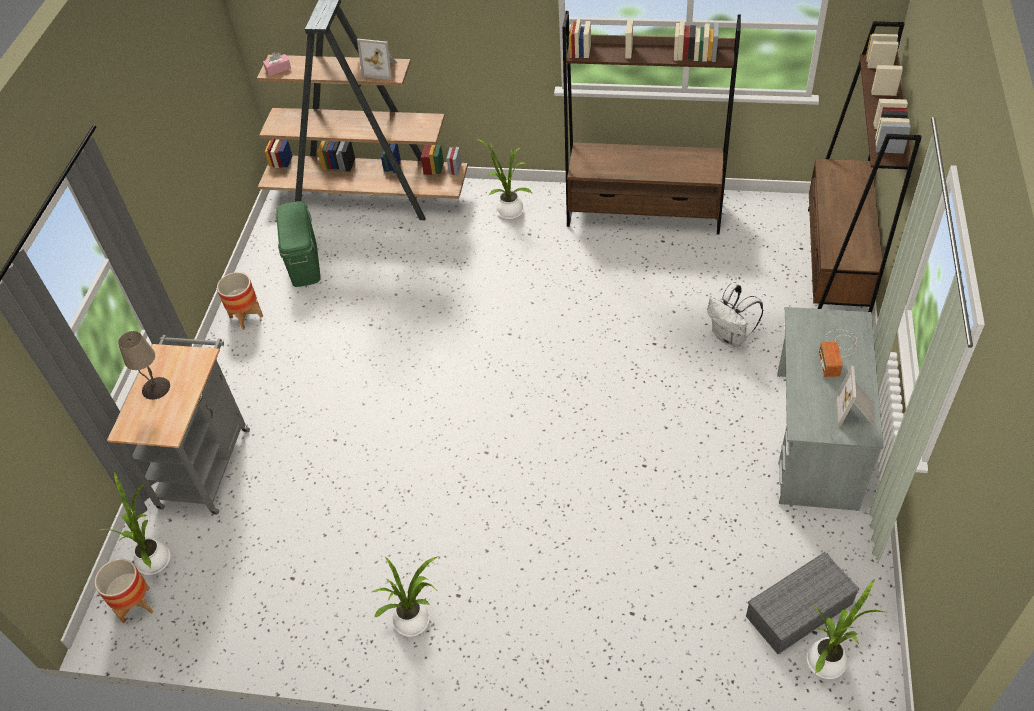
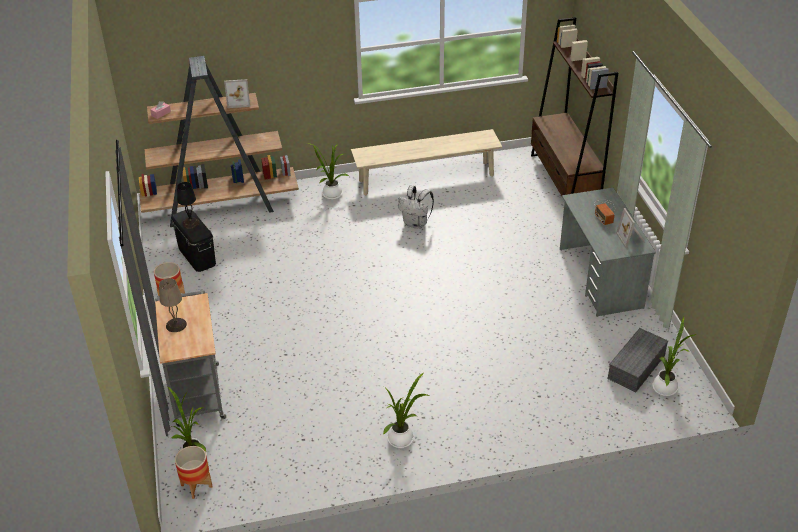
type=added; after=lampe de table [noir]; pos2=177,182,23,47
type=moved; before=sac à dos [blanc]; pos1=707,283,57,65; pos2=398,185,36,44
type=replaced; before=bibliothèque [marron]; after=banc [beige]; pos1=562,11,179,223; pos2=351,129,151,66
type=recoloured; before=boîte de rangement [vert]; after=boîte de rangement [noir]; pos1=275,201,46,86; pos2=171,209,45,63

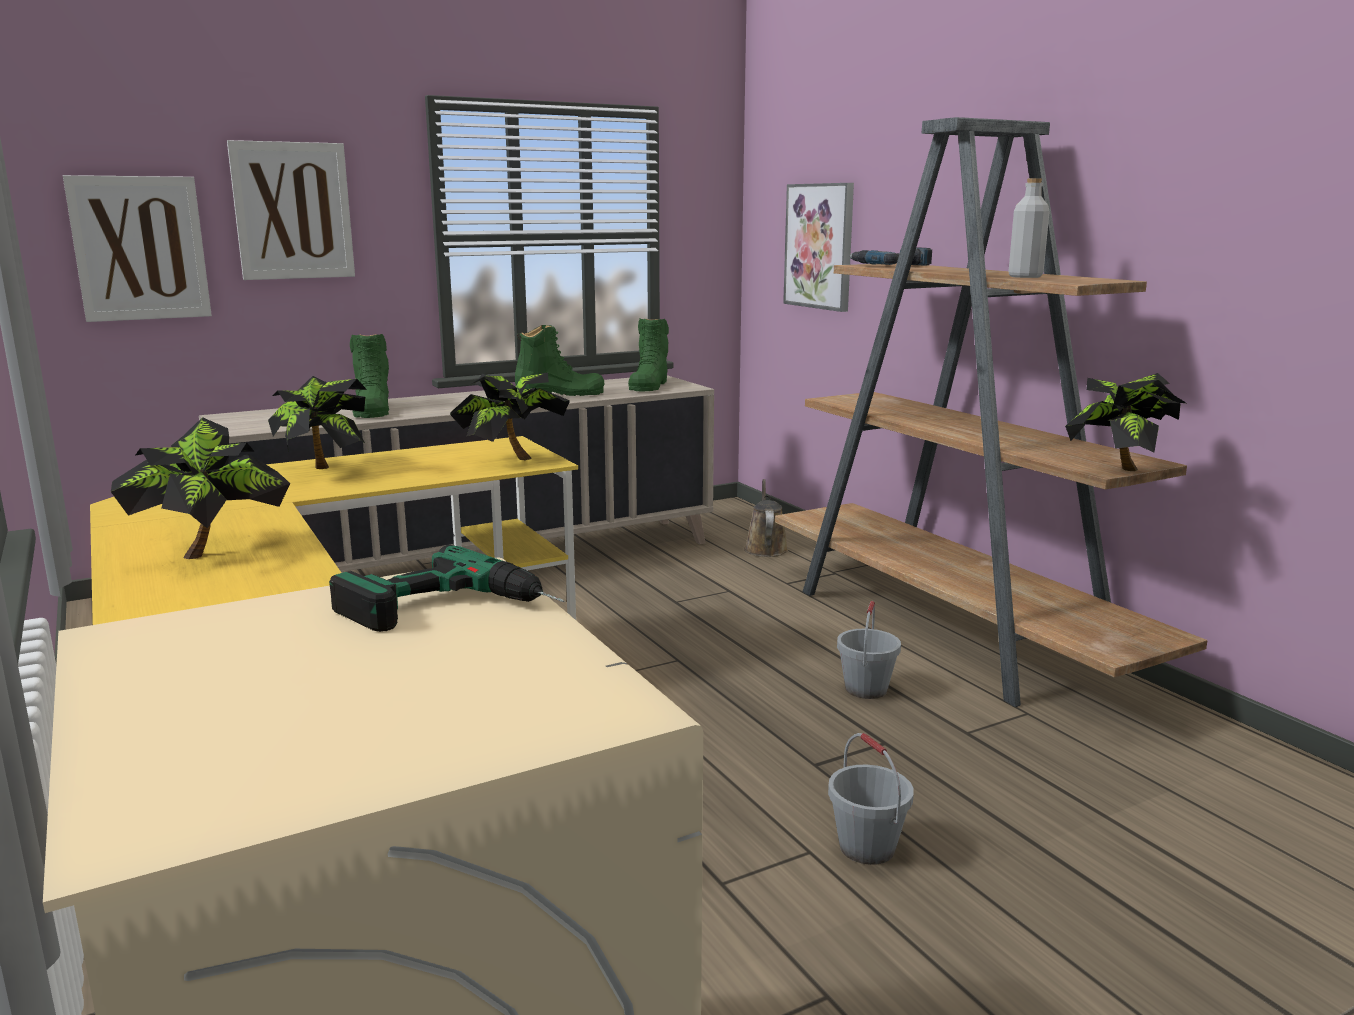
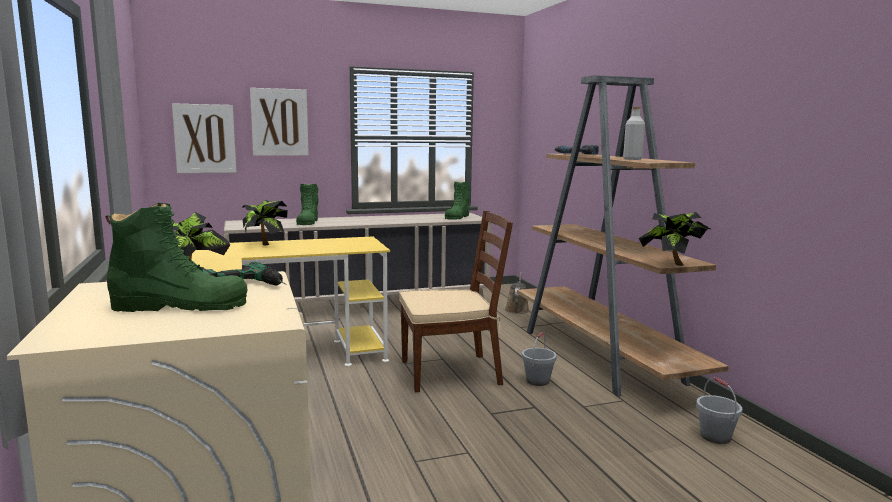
type=removed; before=plante en pot; pos1=450,373,120,87
type=removed; before=tableau; pos1=783,183,71,129
type=added; after=chaise [marron]; pos2=399,211,114,181
type=moved; before=botte [vert]; pos1=515,325,90,71; pos2=106,203,142,109
type=moved; before=seau [gris]; pos1=828,733,86,132; pos2=696,377,46,67

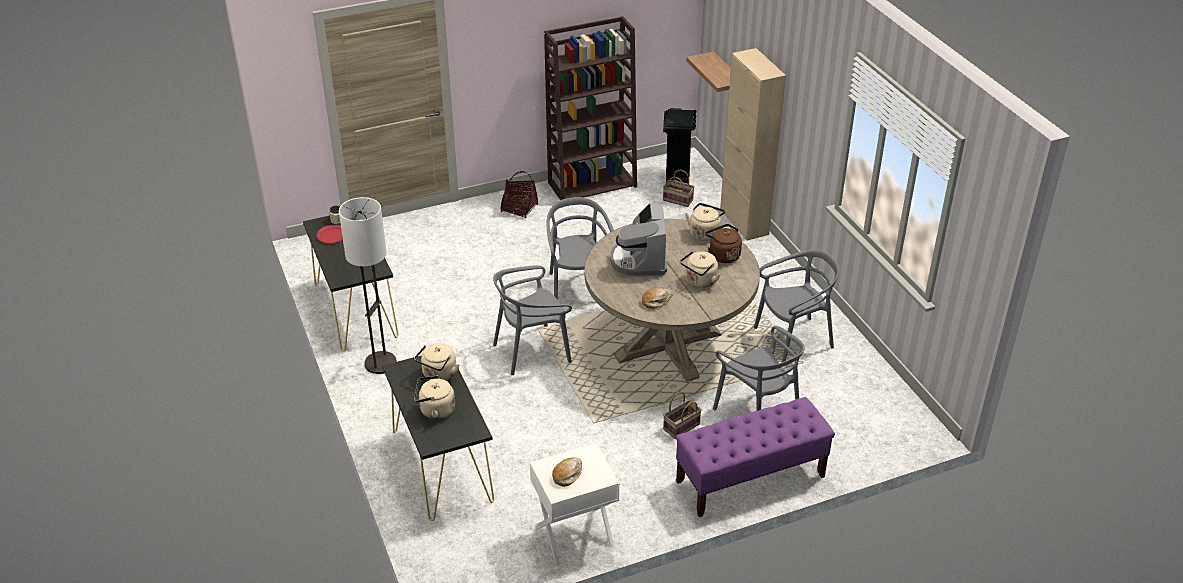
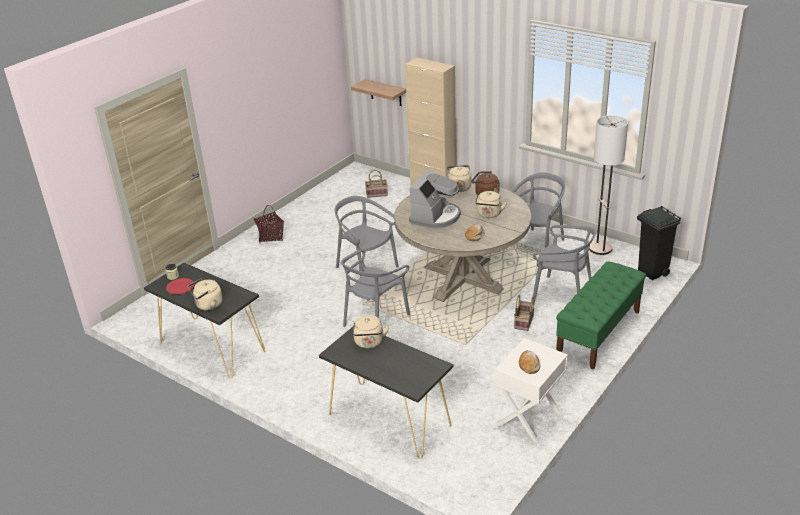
type=removed; before=bibliothèque [marron]; pos1=544,16,93,184
type=moved; before=lampadaire; pos1=339,197,58,177; pos2=589,115,39,140
type=moved; before=bouilloire [beige]; pos1=414,376,41,43; pos2=188,278,35,32
type=moved; before=poubelle [noir]; pos1=663,108,33,75; pos2=637,206,44,74
type=recoloured; before=banc [violet]; after=banc [vert]; pos1=676,397,159,120; pos2=556,261,90,109
type=turned; before=machine à café; pos1=610,203,57,74; pos2=409,170,52,59; turn=-120

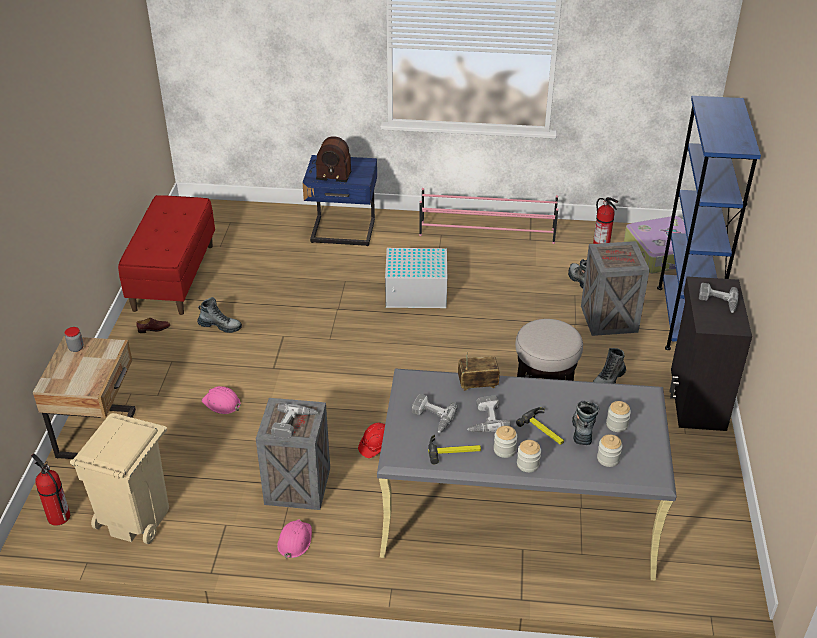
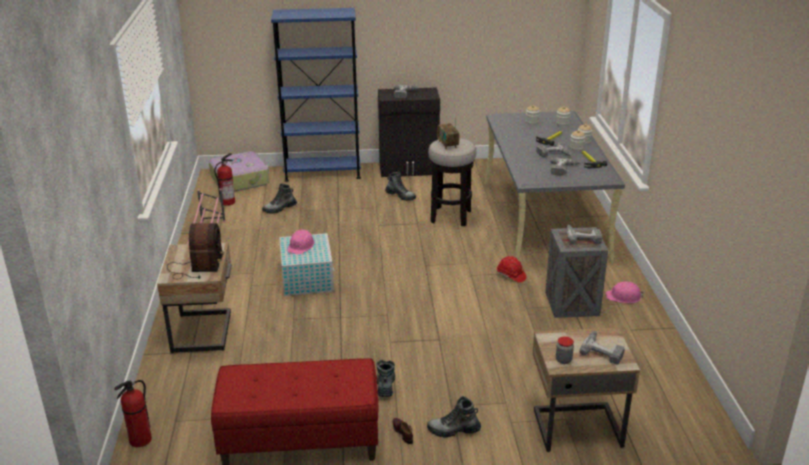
type=removed; before=poubelle [beige]; pos1=70,413,99,131
type=removed; before=caisse; pos1=581,241,69,95
type=added; after=perceuse; pos2=580,331,45,34
type=moved; before=extincteur; pos1=31,454,39,72; pos2=114,380,38,67
type=moved; before=casque de chantier [rose]; pos1=202,386,39,28; pos2=287,229,28,25
type=moved; before=radio; pos1=458,352,42,39; pos2=437,117,22,32
type=moved; before=botte; pos1=572,401,27,44; pos2=427,396,54,41
type=recoloured; before=table de chevet [bleu]; after=table de chevet [beige]; pos1=302,155,75,91; pos2=157,242,75,111

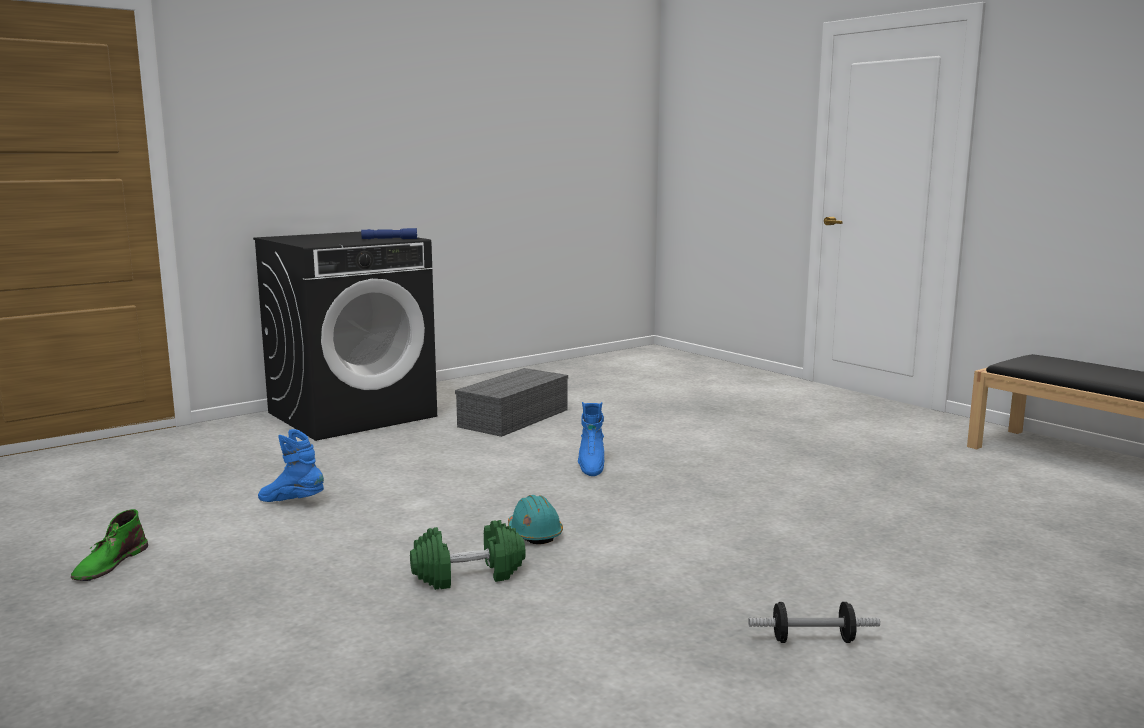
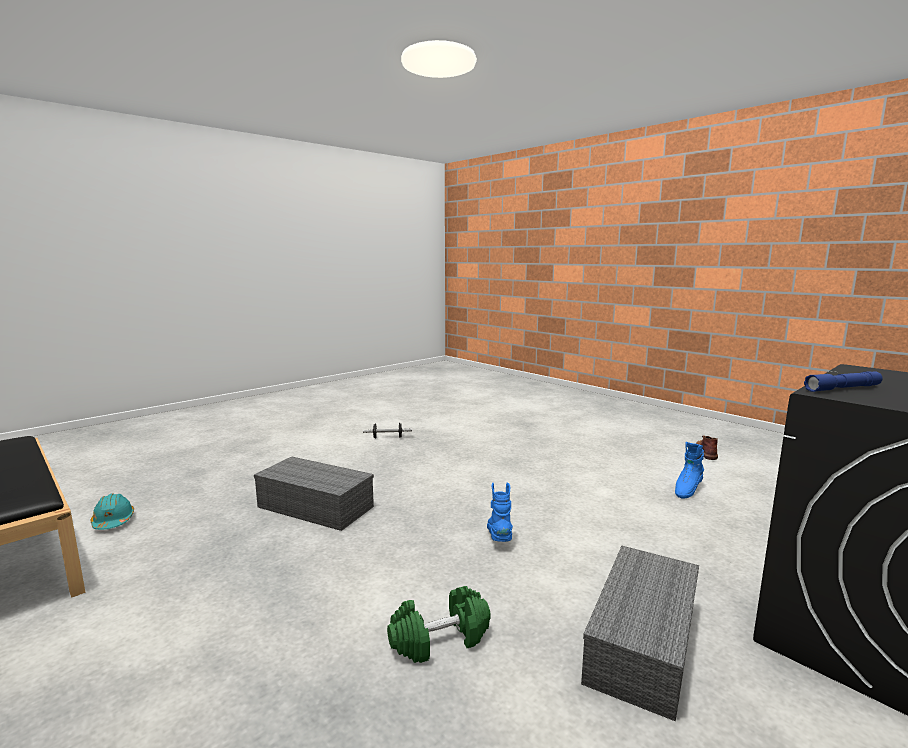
type=added; after=boîte de rangement [gris]; pos2=254,457,120,74
type=moved; before=haltère [vert]; pos1=410,520,116,70; pos2=387,586,104,77
type=moved; before=casque de chantier [turquoise]; pos1=508,495,55,49; pos2=90,493,44,37
type=recoloured; before=botte [vert]; after=botte [marron]; pos1=71,509,77,72; pos2=696,435,22,25
type=turned; before=botte [bleu]; pos1=258,429,66,73; pos2=675,442,29,57; turn=120

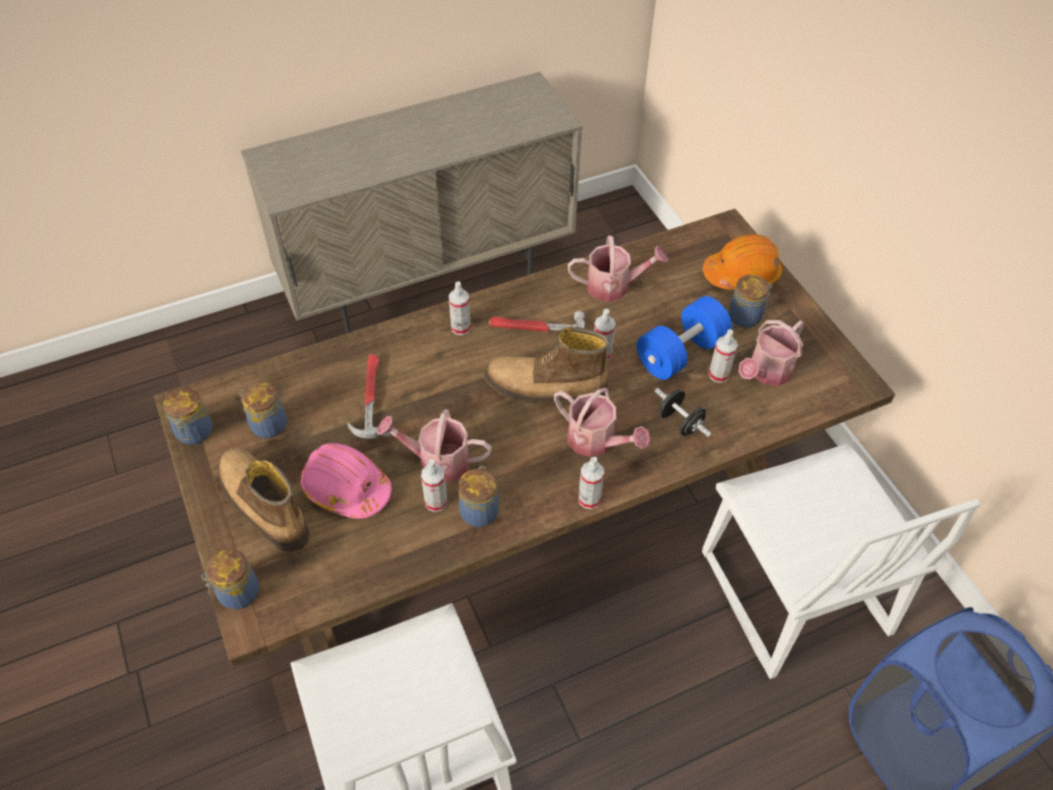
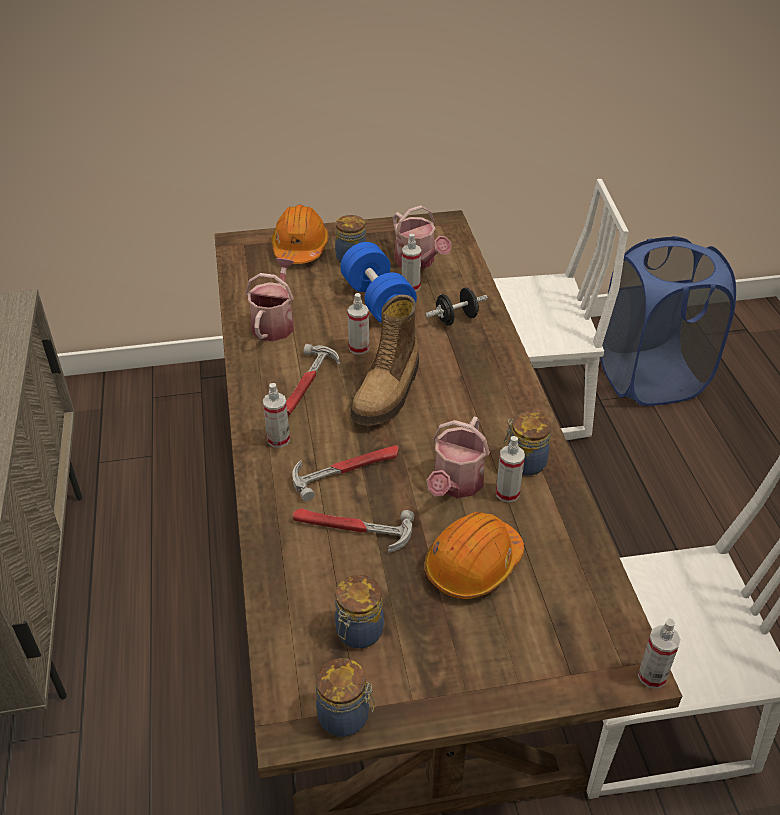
type=removed; before=bocal; pos1=202,549,57,61
type=removed; before=botte; pos1=219,448,91,104
type=removed; before=arrosoir; pos1=554,388,97,69
type=added; after=marteau; pos2=292,445,107,56
type=moved; before=vaporisateur; pos1=578,457,26,52; pos2=638,619,43,70
type=recoloured; before=casque de chantier [rose]; after=casque de chantier [orange]; pos1=300,443,92,76; pos2=425,512,99,87

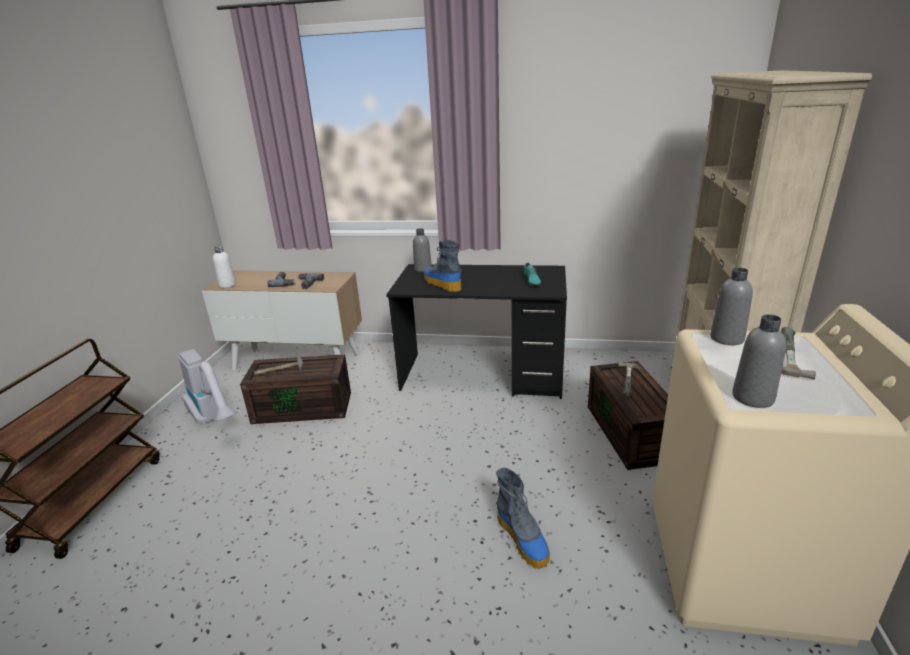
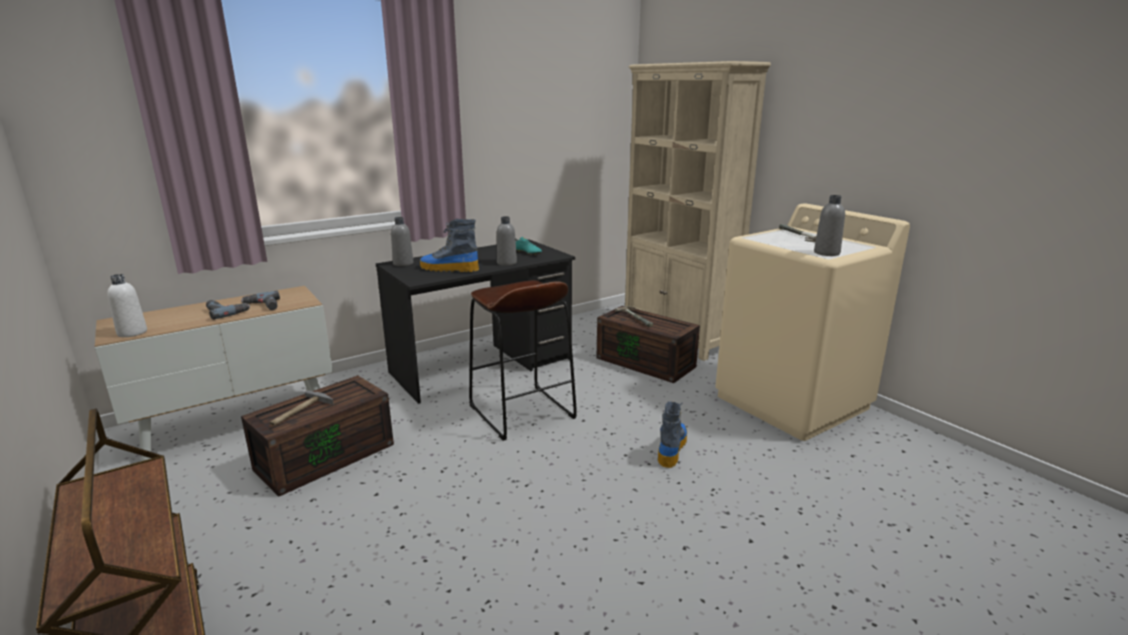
type=removed; before=aspirateur; pos1=179,349,58,75
type=added; after=tabouret [marron]; pos2=469,280,108,161
type=moved; before=bouteille [gris]; pos1=710,267,43,78; pos2=497,216,20,50
type=turned; before=botte; pos1=496,468,54,101; pos2=658,401,29,67; turn=-90

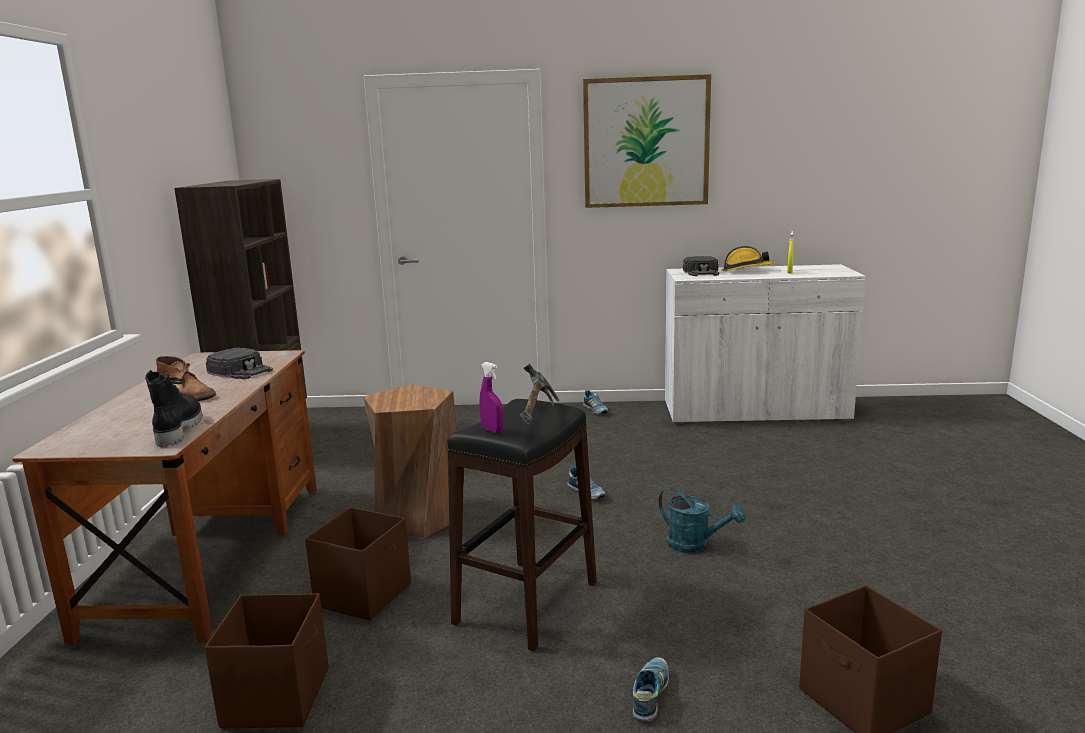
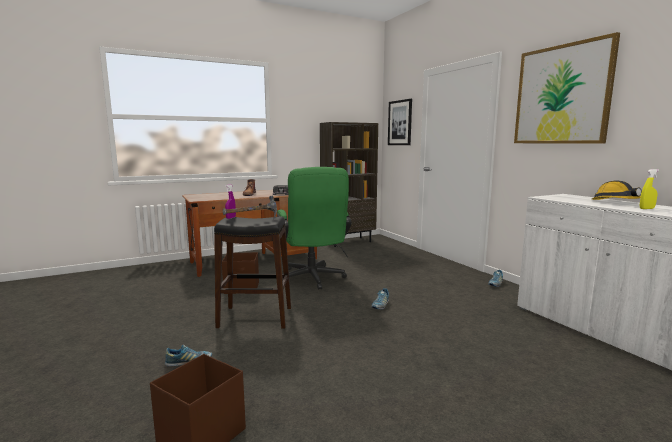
type=removed; before=botte [noir]; pos1=145,370,57,77
type=removed; before=boîte de rangement [marron]; pos1=204,593,125,135
type=removed; before=arrosoir [turquoise]; pos1=658,487,88,66
type=removed; before=casquette [noir]; pos1=683,256,36,20
type=added; after=tableau; pos2=388,99,24,46
type=replaced; before=tabouret [marron]; after=chaise de bureau [vert]; pos1=363,384,93,155; pos2=277,167,75,122

